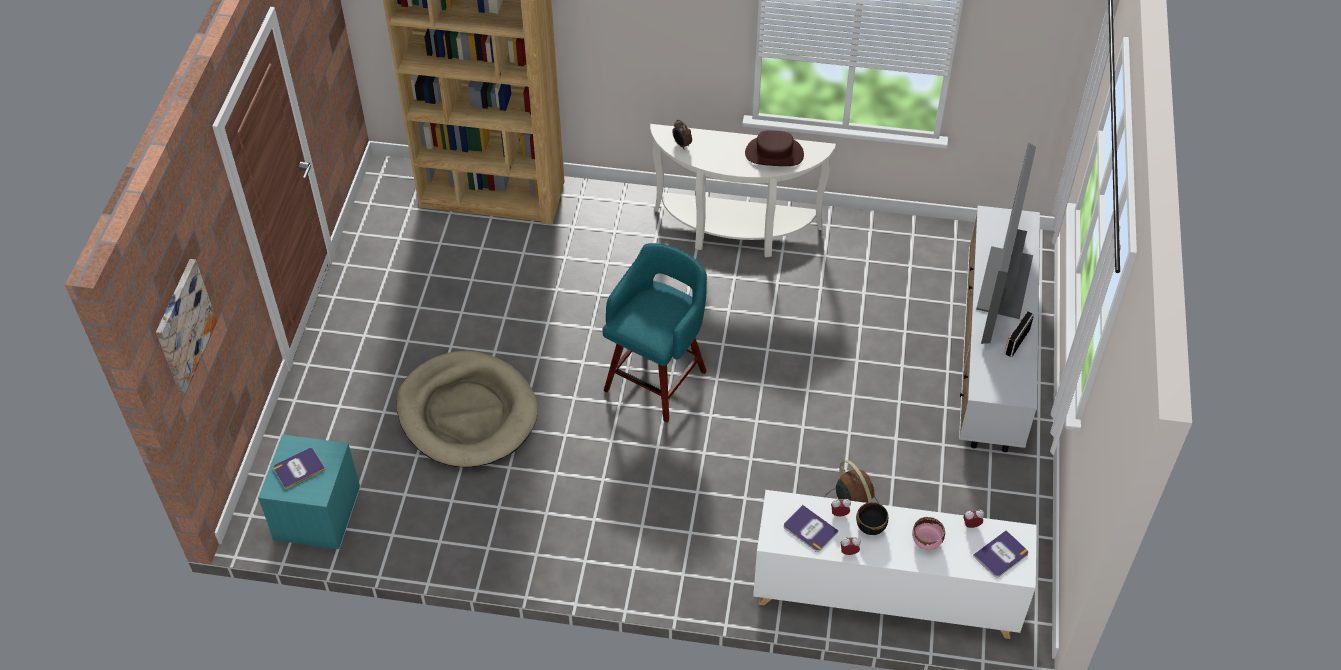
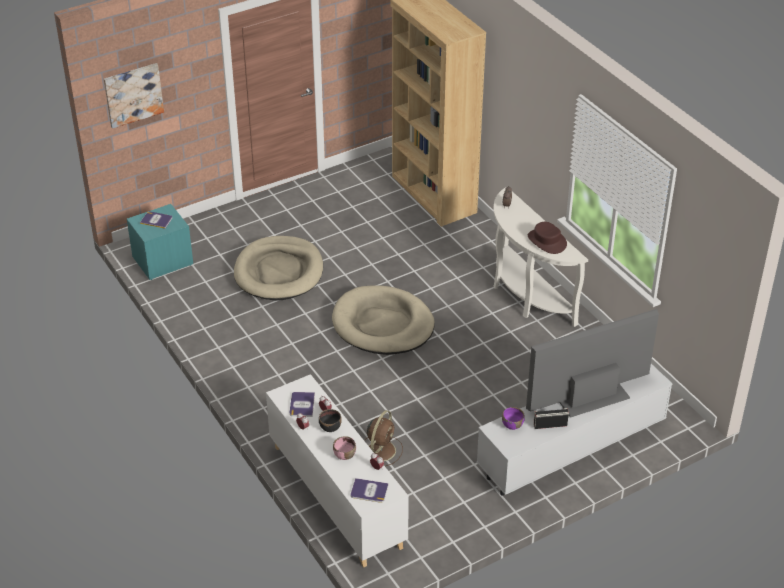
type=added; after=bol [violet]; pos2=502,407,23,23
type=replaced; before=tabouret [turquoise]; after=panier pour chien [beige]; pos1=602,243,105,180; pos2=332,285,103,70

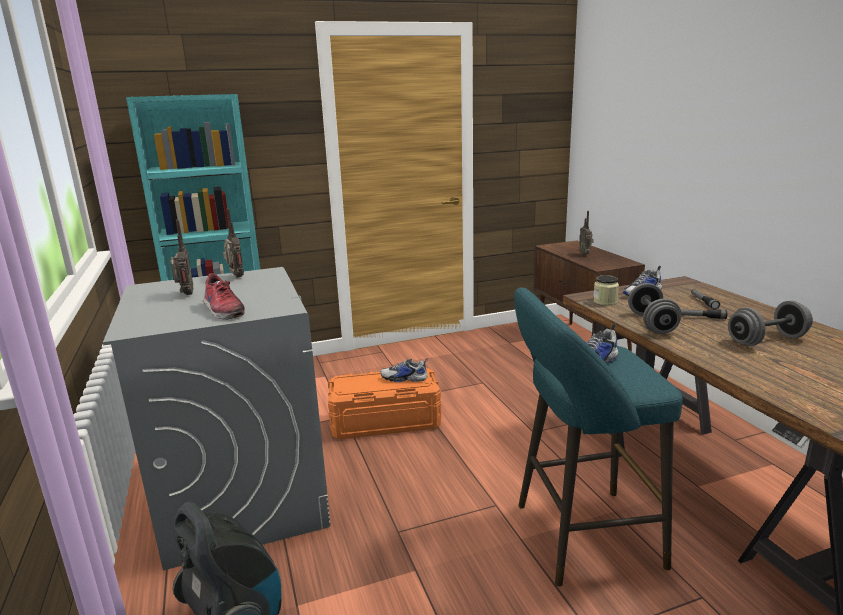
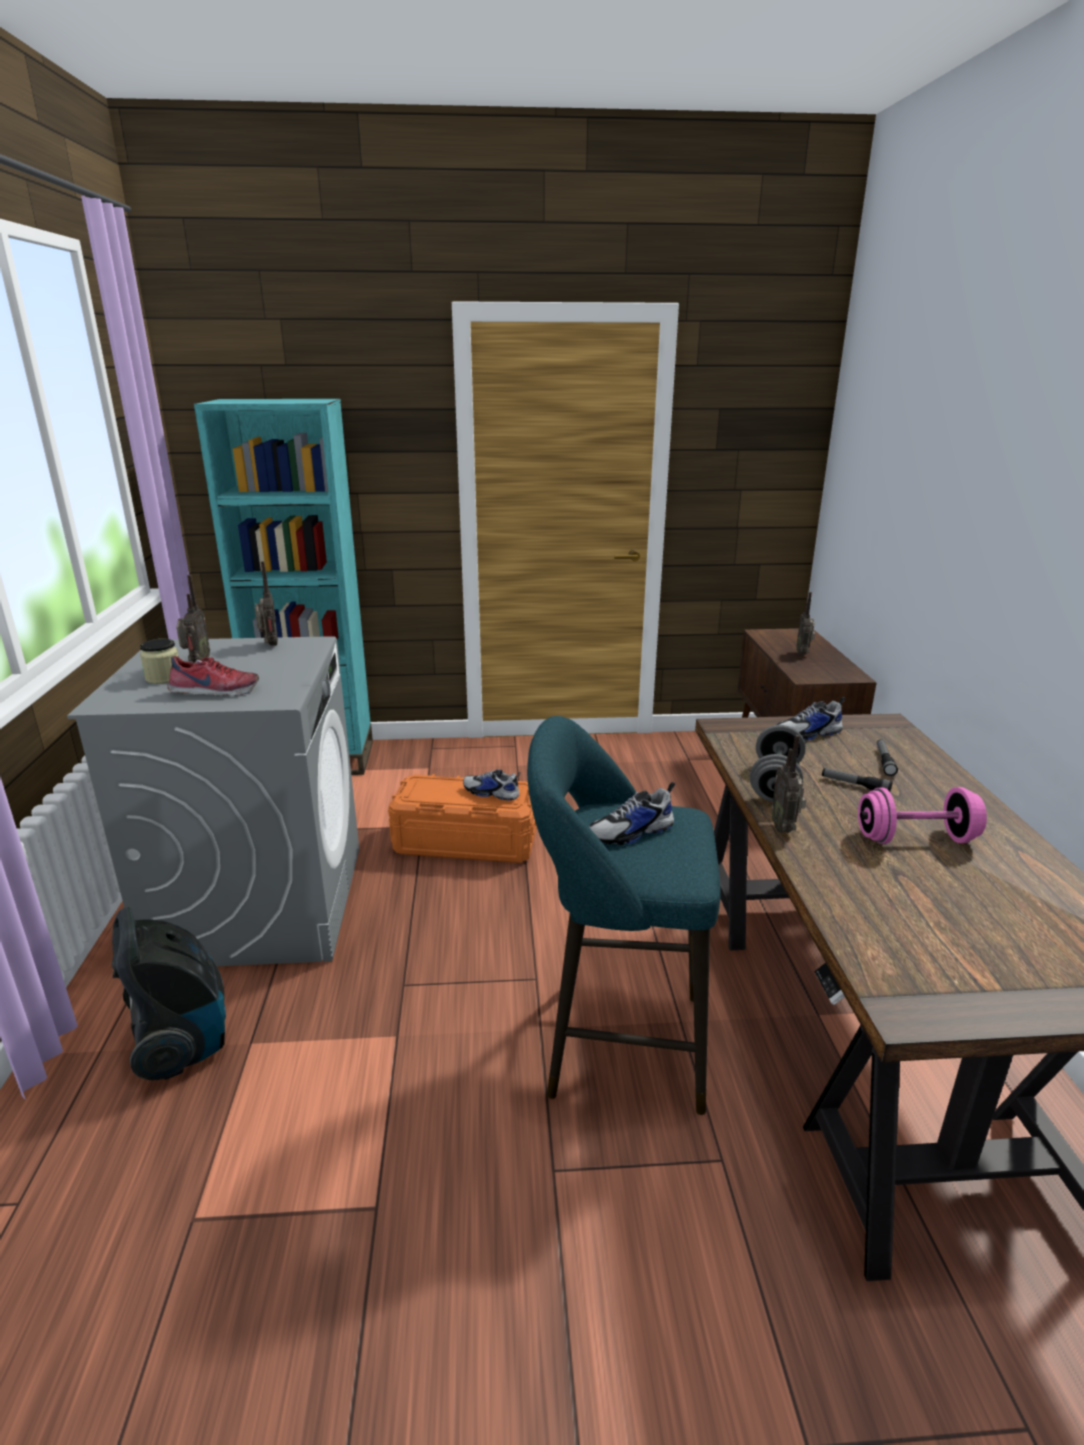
type=added; after=radio; pos2=772,735,34,98
type=moved; before=bocal; pos1=593,275,26,31; pos2=140,639,39,45
type=recoloured; before=haltère [gris]; after=haltère [rose]; pos1=728,301,85,45; pos2=858,787,129,57
type=turned; before=chaussure; pos1=202,273,43,47; pos2=167,656,92,40; turn=-75

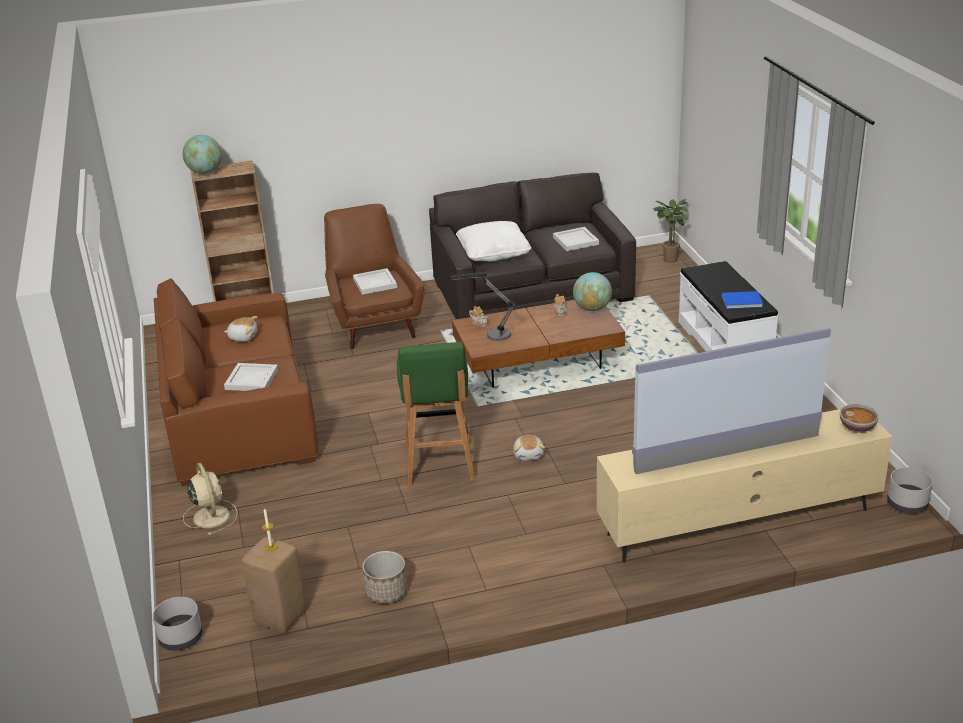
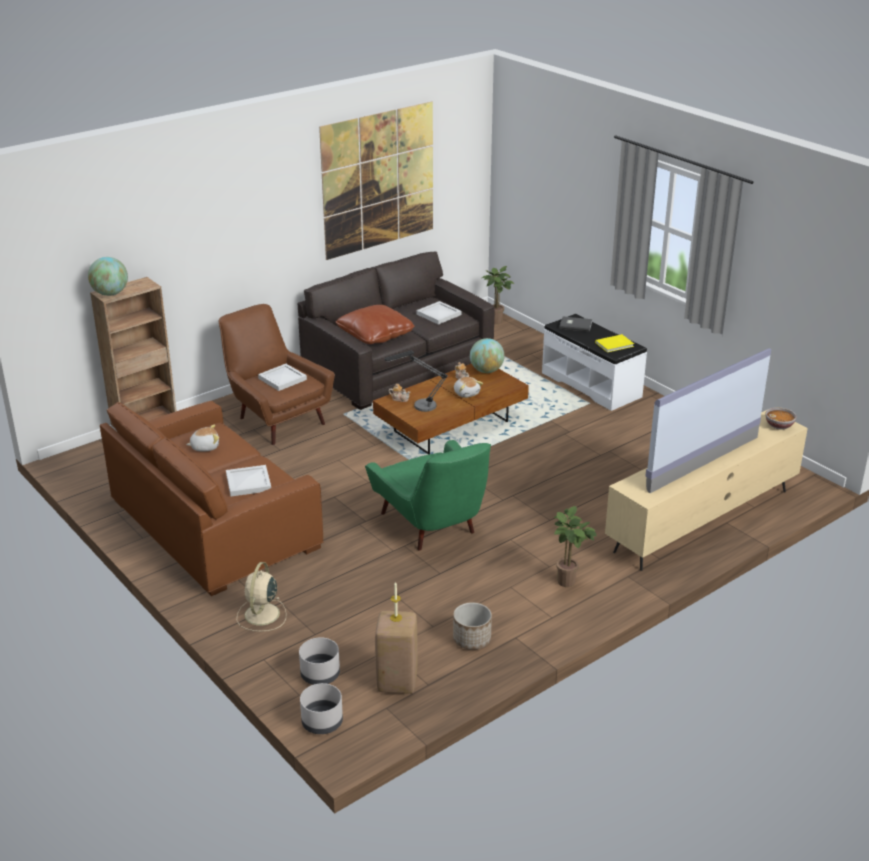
type=added; after=tableau; pos2=319,102,114,158
type=added; after=plante en pot; pos2=554,506,43,81
type=added; after=livre [gris]; pos2=559,317,33,15
type=moved; before=peluche; pos1=513,435,32,26; pos2=454,377,29,21
type=moved; before=cache-pot [gris]; pos1=887,467,46,47; pos2=299,637,41,48
type=replaced; before=tabouret [vert]; after=fauteuil [vert]; pos1=397,342,79,144; pos2=365,440,126,111
type=recoloured; before=coussin [blanc]; after=coussin [marron]; pos1=456,221,75,40; pos2=336,305,79,39
type=recoloured; before=livre [bleu]; after=livre [jaune]; pos1=721,291,42,18; pos2=595,334,39,18
type=turned; before=ventilateur [beige]; pos1=183,463,54,72; pos2=237,562,49,69; turn=-120

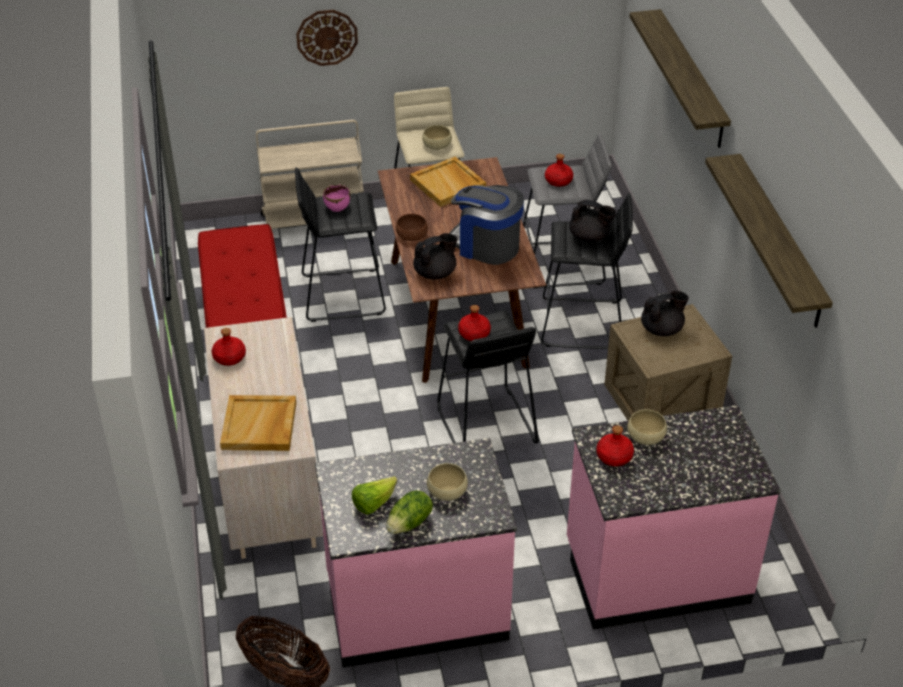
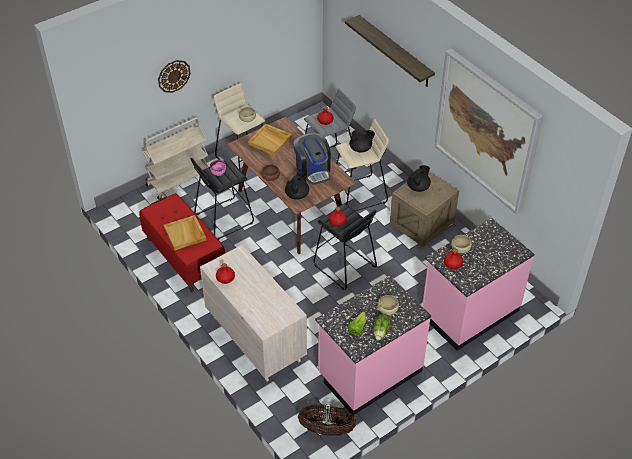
type=moved; before=plateau [beige]; pos1=220,395,76,56; pos2=164,215,42,35
type=replaced; before=étagère; after=tableau; pos1=705,154,128,174; pos2=435,48,108,167
type=recoloured; before=tabouret [noir]; after=tabouret [beige]; pos1=541,193,92,156; pos2=336,119,53,92
type=turned; before=machine à café; pos1=449,185,75,80; pos2=293,133,38,52; turn=-120

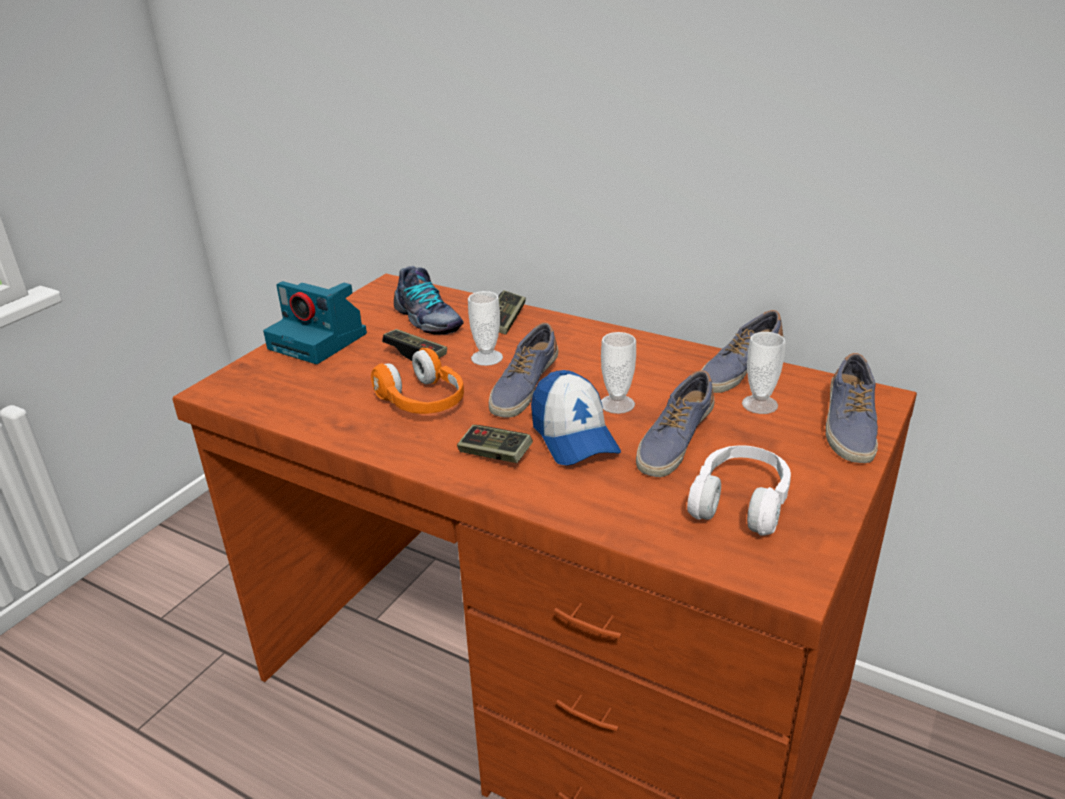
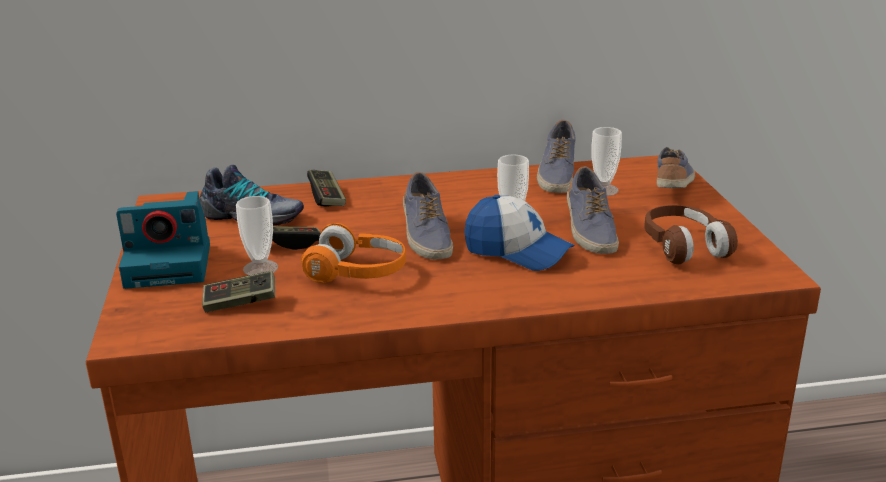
type=moved; before=manette; pos1=457,425,76,38; pos2=202,271,73,41
type=moved; before=tasse; pos1=468,291,35,75; pos2=236,196,42,80
type=recoloured; before=casque audio [blanc]; after=casque audio [marron]; pos1=687,445,104,91; pos2=644,205,94,59
type=turned; before=chaussure; pos1=825,353,53,110; pos2=657,147,38,41; turn=-135

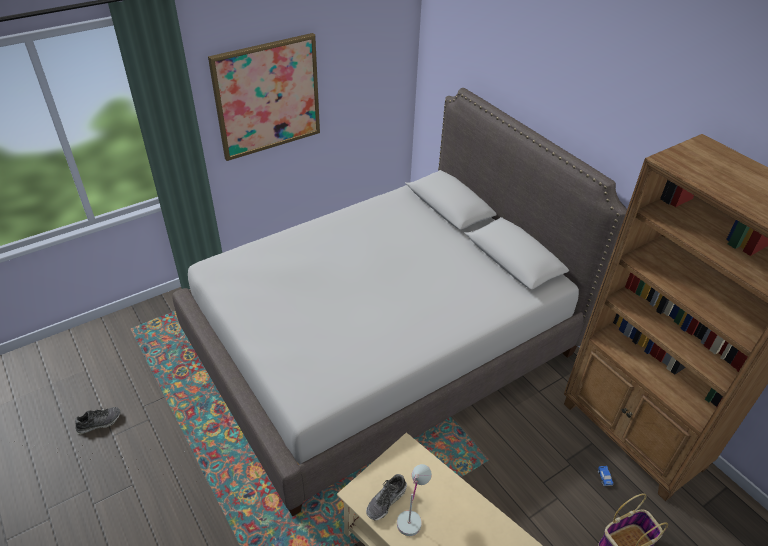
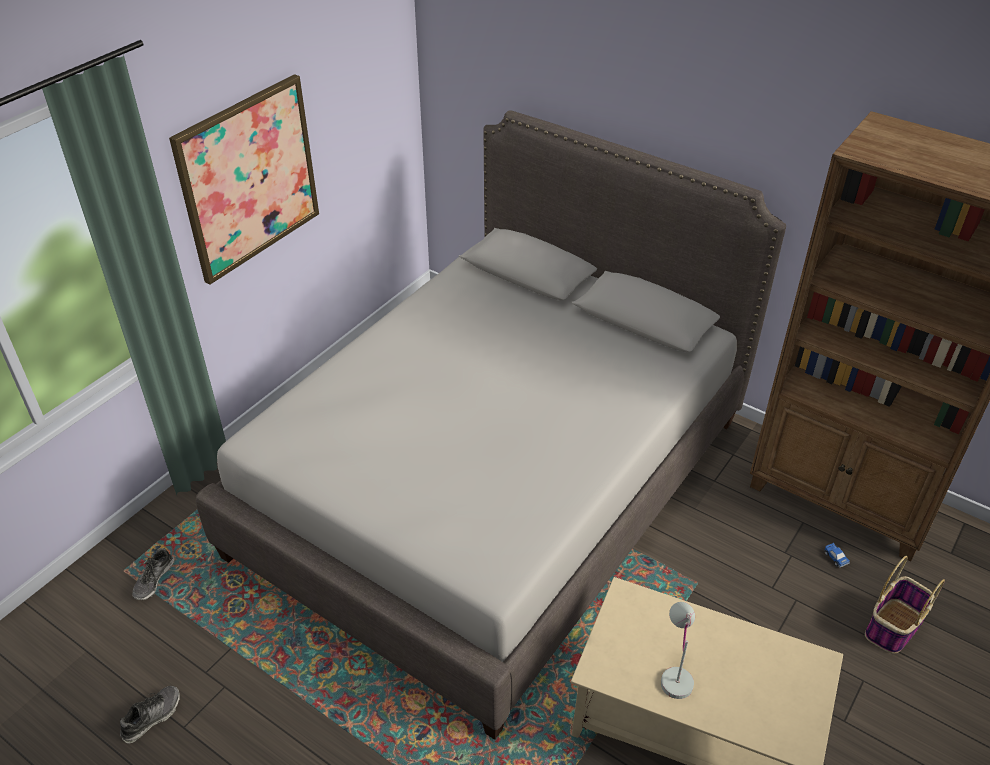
type=moved; before=chaussure; pos1=366,474,41,46; pos2=132,548,42,52

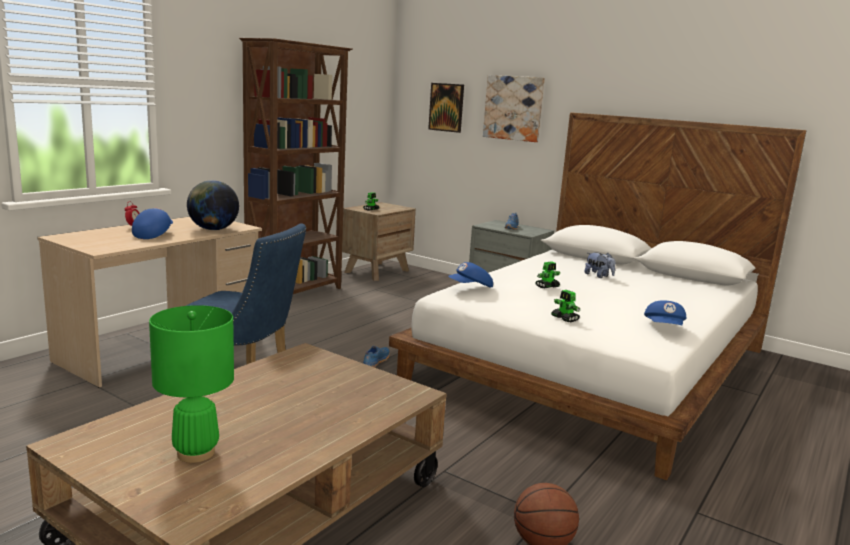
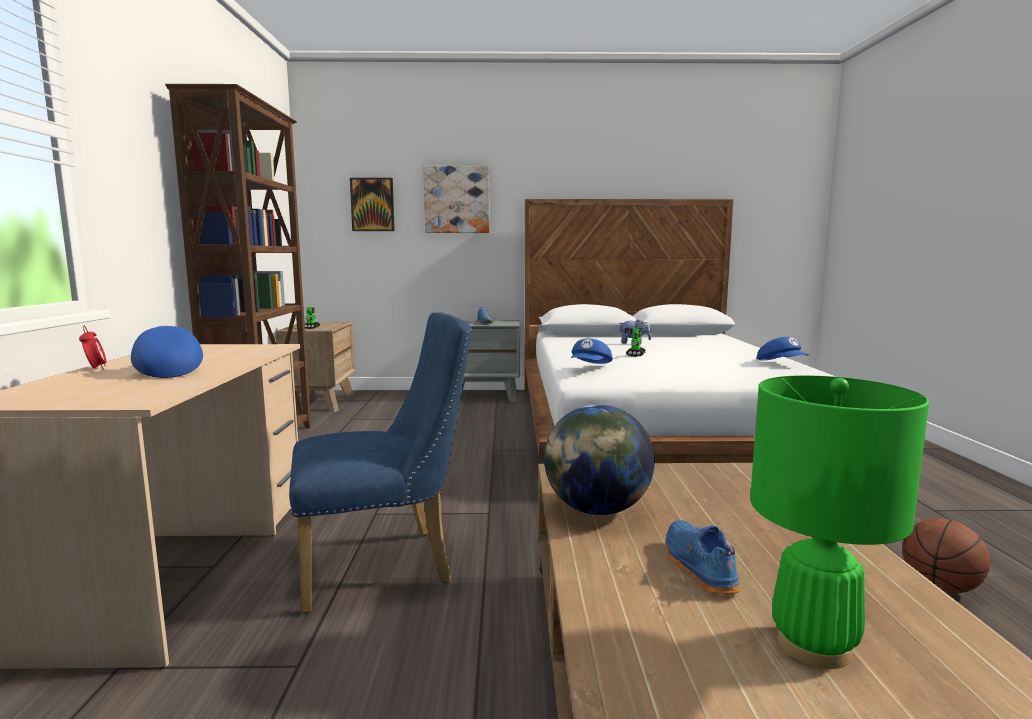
type=removed; before=robot jouet; pos1=551,290,29,33
type=moved; before=globe; pos1=187,180,52,50; pos2=544,405,111,110
type=moved; before=chaussure [bleu]; pos1=363,346,27,22; pos2=665,520,76,74

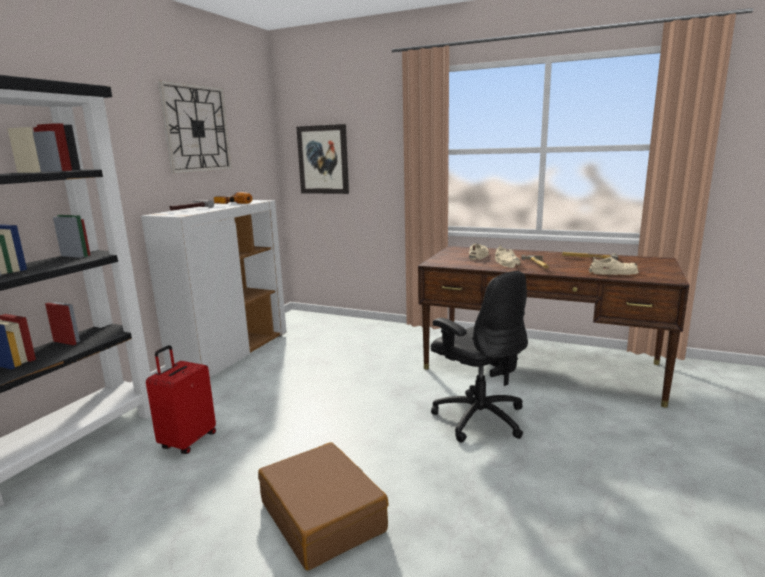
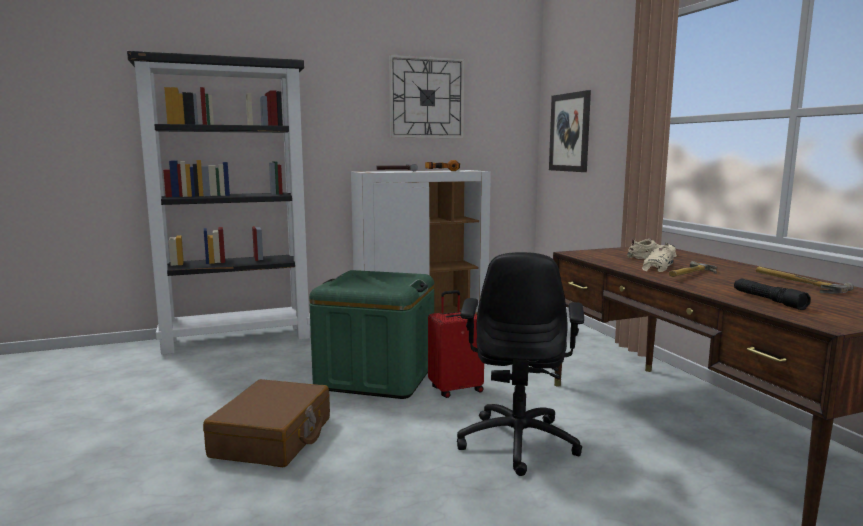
type=added; after=boîte de rangement [vert]; pos2=309,270,125,129
type=moved; before=valise [rouge]; pos1=146,345,70,109; pos2=428,290,56,108
type=replaced; before=chaussure [beige]; after=lampe de poche [noir]; pos1=589,257,50,18; pos2=734,279,77,31

